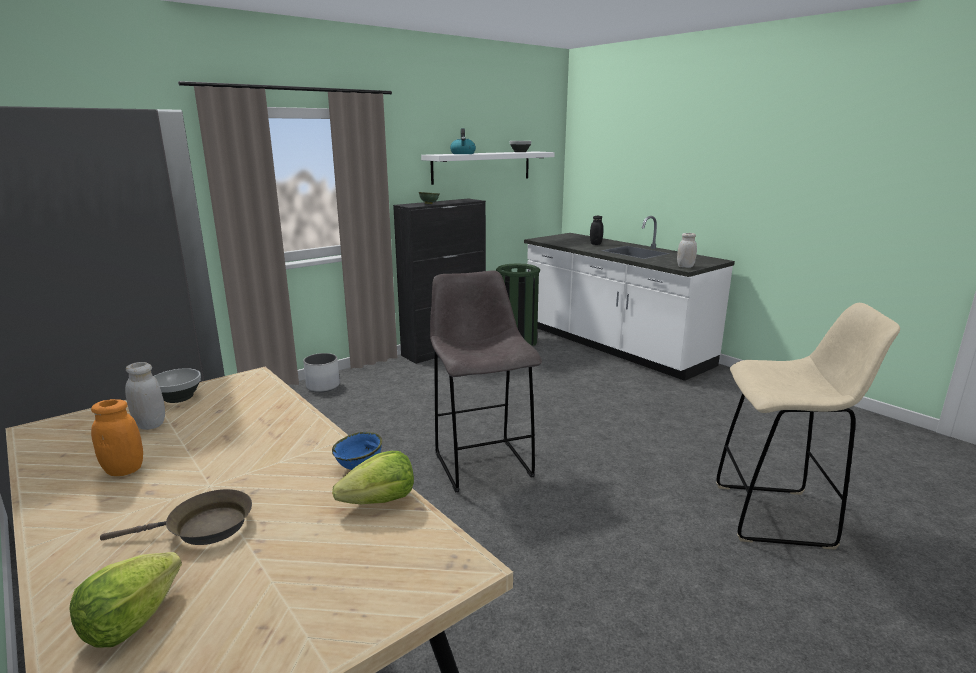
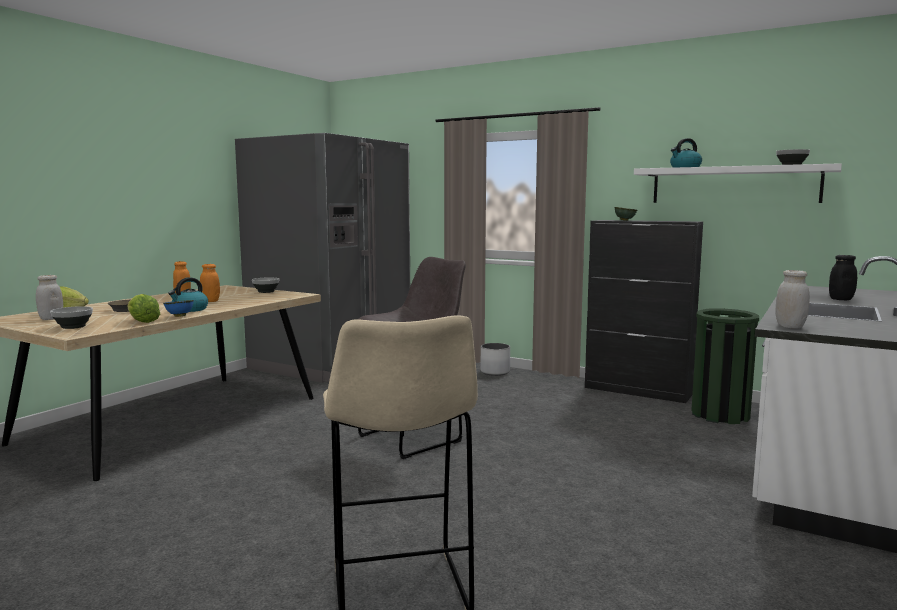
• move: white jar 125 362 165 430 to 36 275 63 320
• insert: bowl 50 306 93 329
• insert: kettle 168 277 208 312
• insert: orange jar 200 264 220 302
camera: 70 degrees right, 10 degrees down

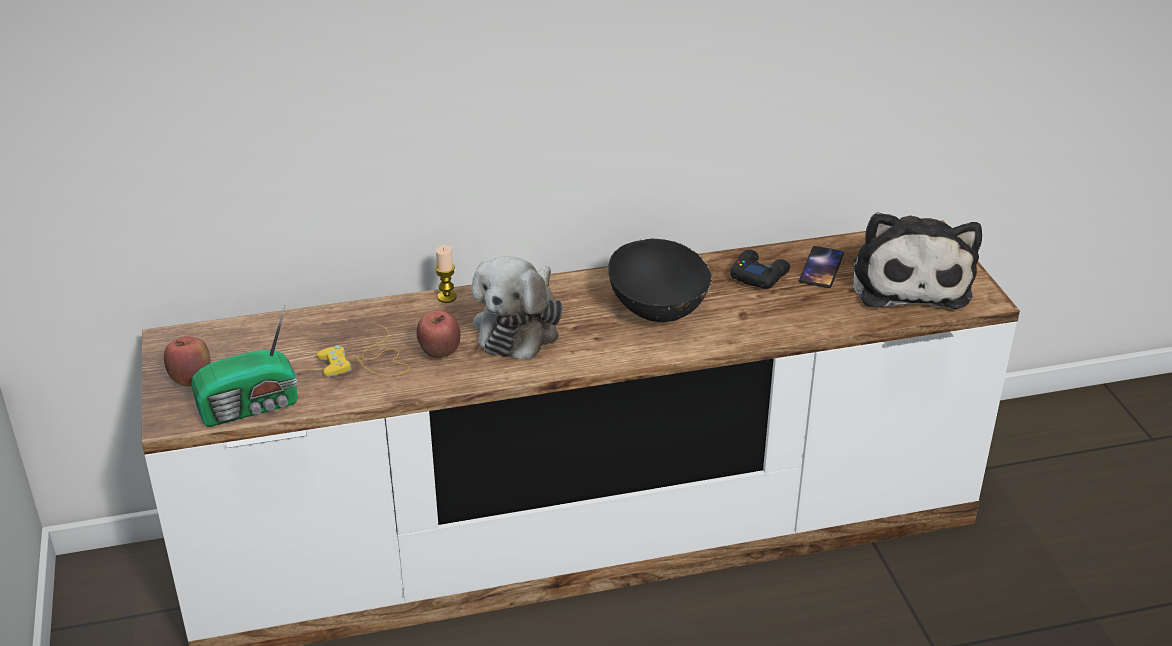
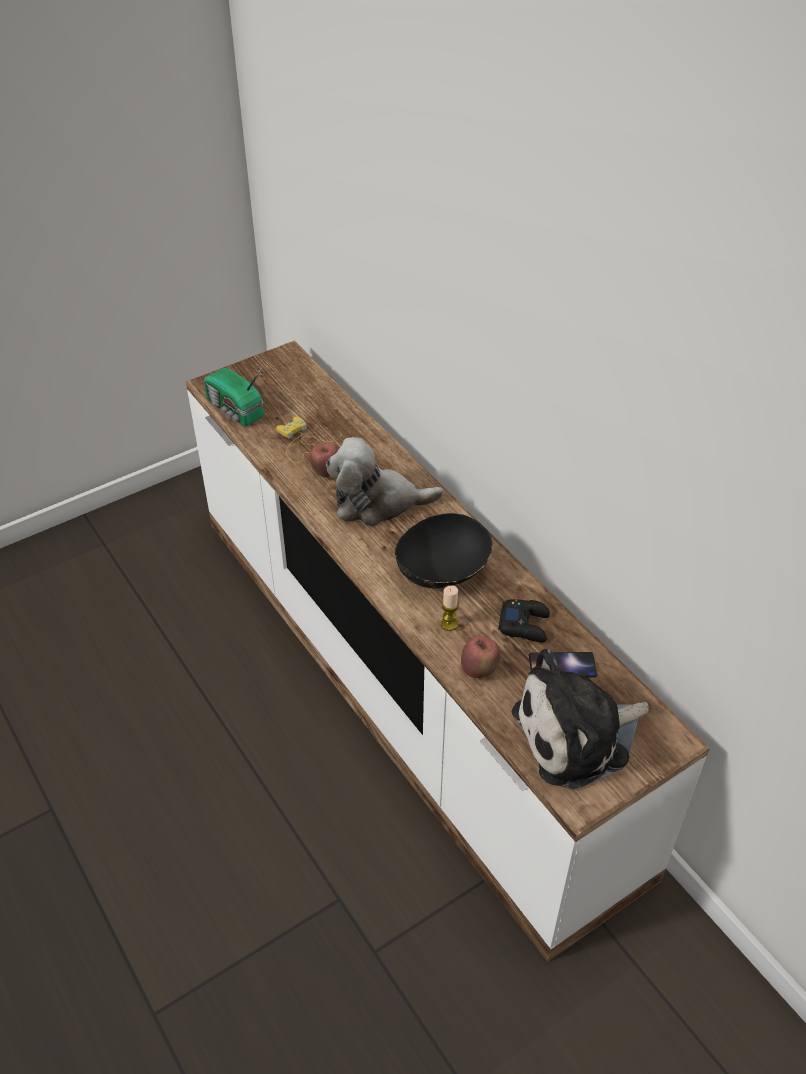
• move: candle 435 245 457 303 to 441 586 459 631
• move: apple 164 336 210 387 to 461 636 500 678
camera: 70 degrees right, 10 degrees up

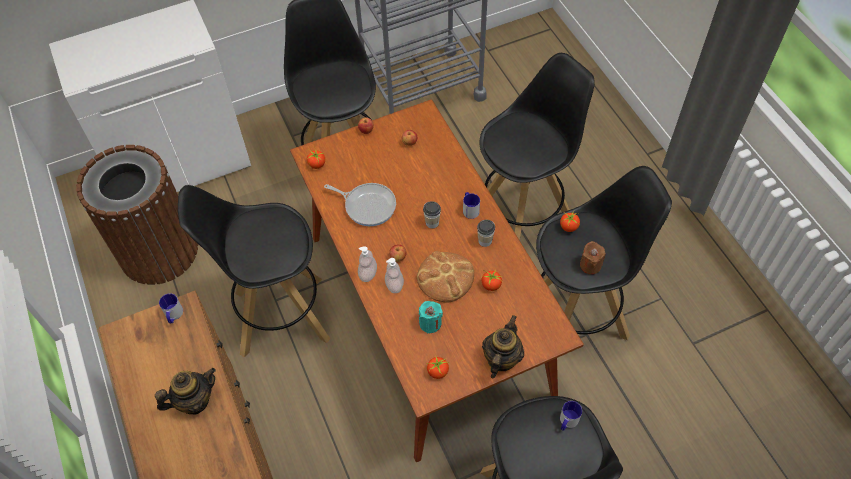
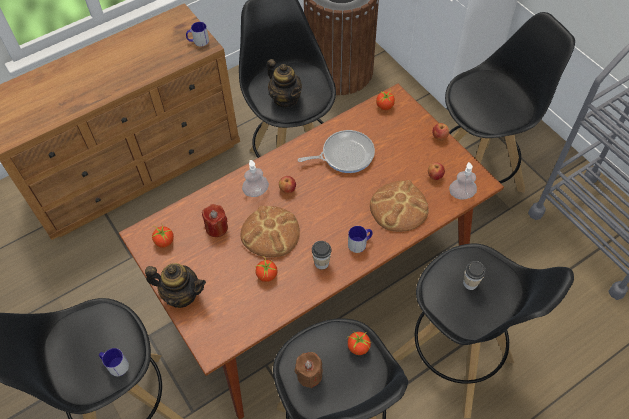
• recolor: turquoise candle 419 301 443 334 to red candle 202 204 228 237
• move: teapot 155 368 216 414 to 267 59 302 108
• rotate: frying pan 324 183 396 226 = 298 130 375 173 120 degrees counterclockwise
• insert: bread 370 180 429 232
• move: soap dispenser 358 246 377 282 to 449 162 477 200
• move: cup 423 201 441 229 to 463 261 486 290
camera: 80 degrees right, 0 degrees up

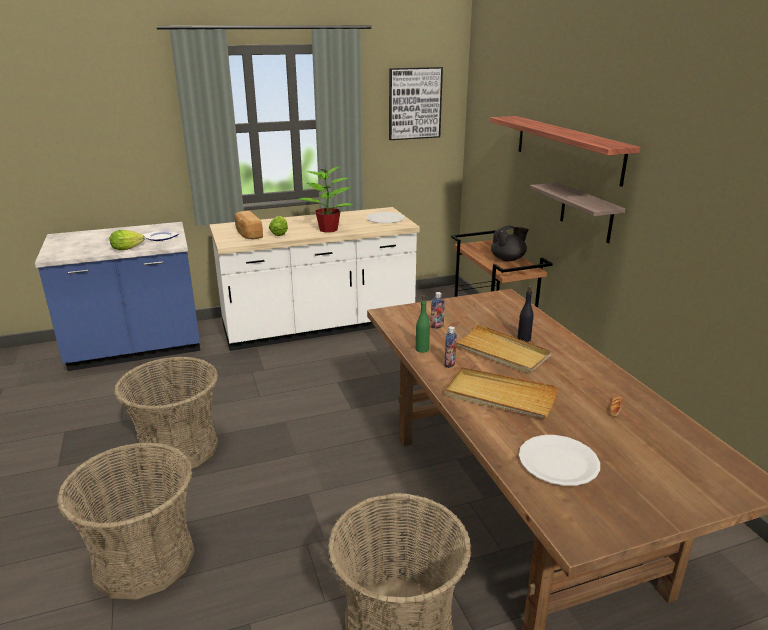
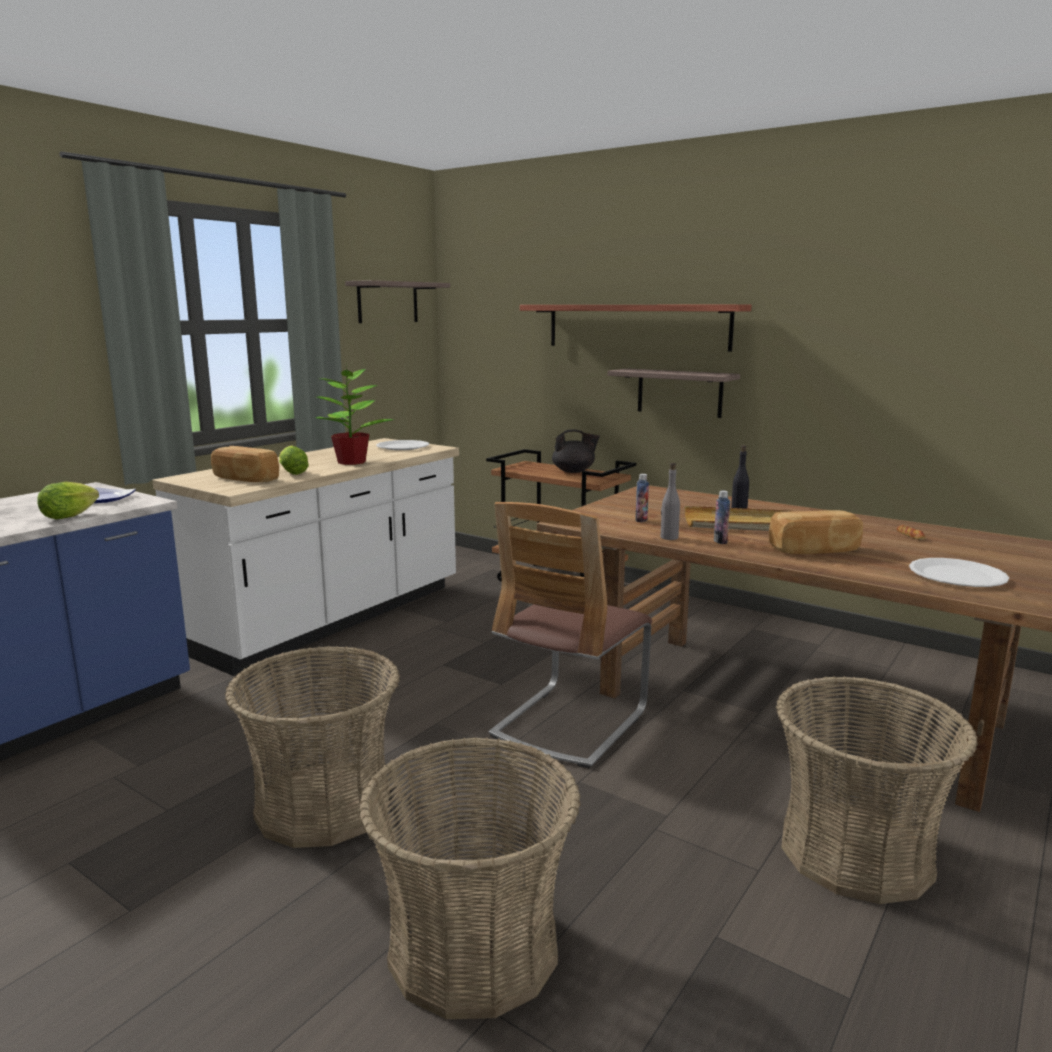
• replace: picture 389 67 443 140 to shelf 345 280 450 323
• insert: chair 489 502 652 768
• rotate: black teapot 491 226 529 261 = 552 429 600 473 60 degrees clockwise
• recolor: green bottle 416 295 430 353 to grey bottle 660 463 680 540
• replace: beige tray 445 367 559 418 to bread 769 510 863 554
camera: 35 degrees left, 10 degrees down

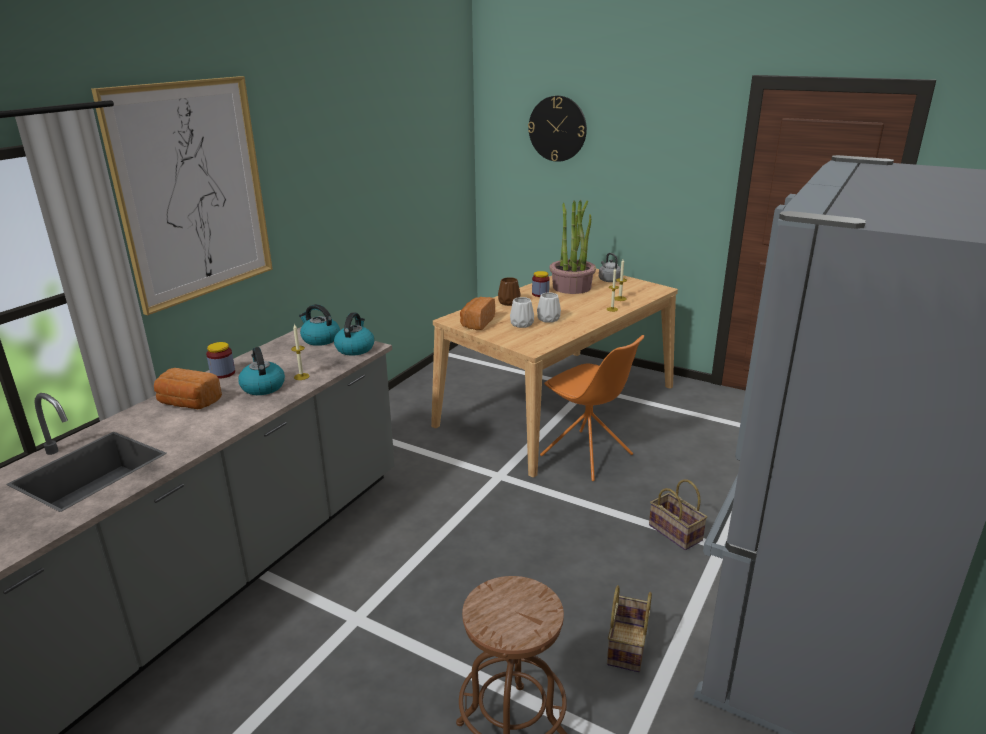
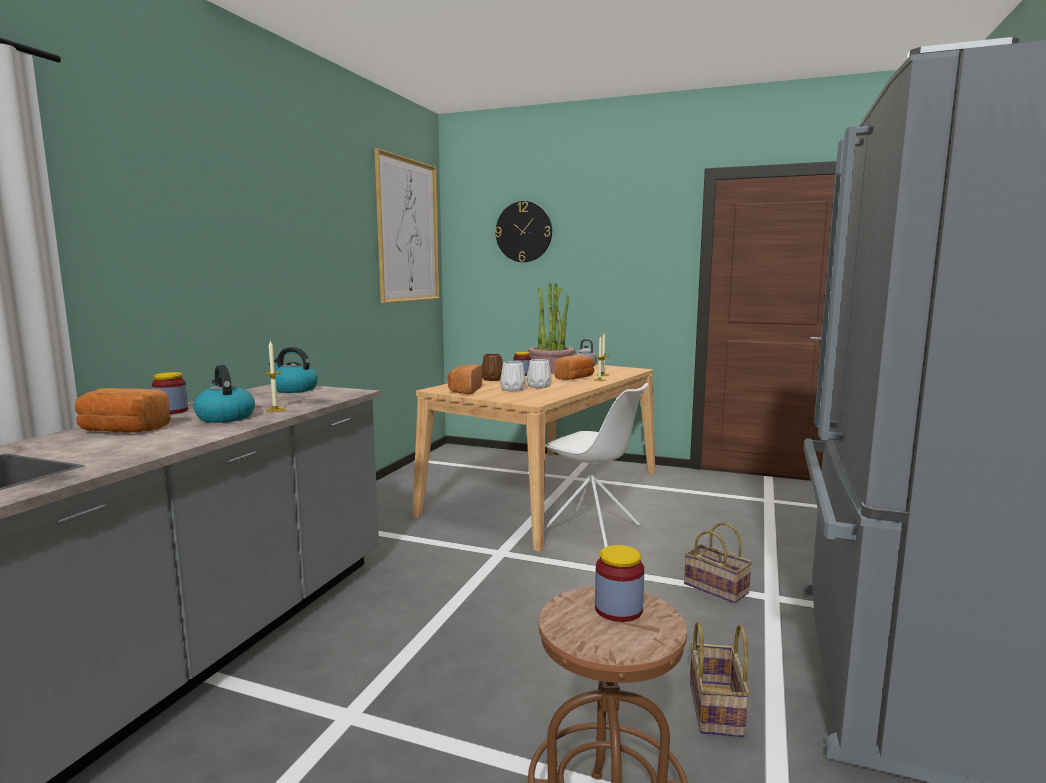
• move: picture 91 76 273 315 to 374 148 439 303
• recolor: orange chair 540 335 644 481 to white chair 544 383 648 547
• insert: bread 554 355 594 380
• insert: jar 595 545 644 622
• delete: kettle 334 312 374 356
camera: 10 degrees left, 15 degrees down

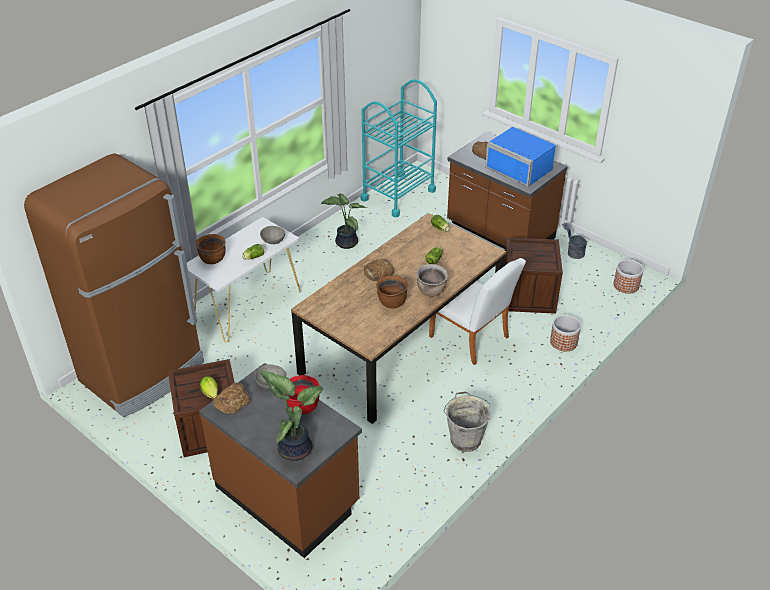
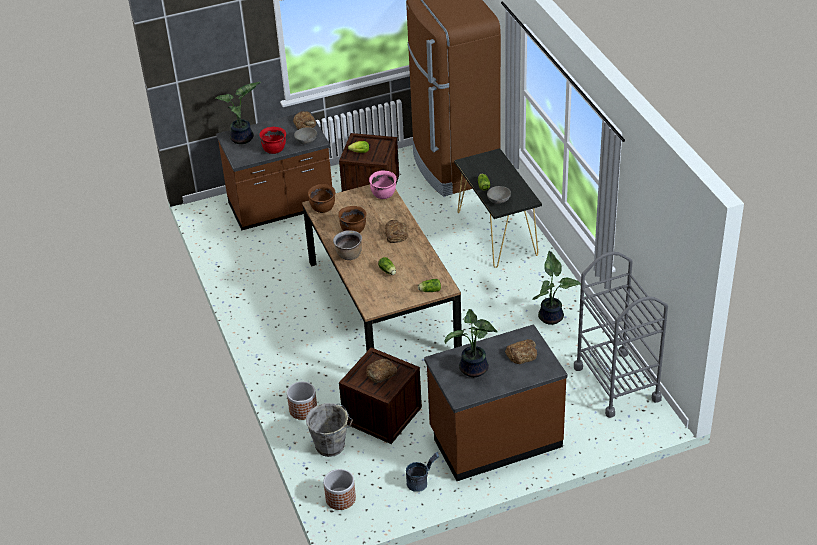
• move: grey bucket 443 391 491 452 to 306 403 353 457
• move: brown cooking pot 196 234 226 264 to 308 184 336 213
• insert: bread 366 359 397 383
• insert: pink cooking pot 369 171 397 199
• replace: blue microwave 485 127 556 187 to potted plant 444 309 497 377
• recolor: white console table 187 217 301 343 to black console table 454 148 542 268
• recolor: turquoise cart 361 79 437 217 to grey cart 574 251 668 418
• delete: white chair 429 258 526 365
camera: 120 degrees right, 0 degrees up

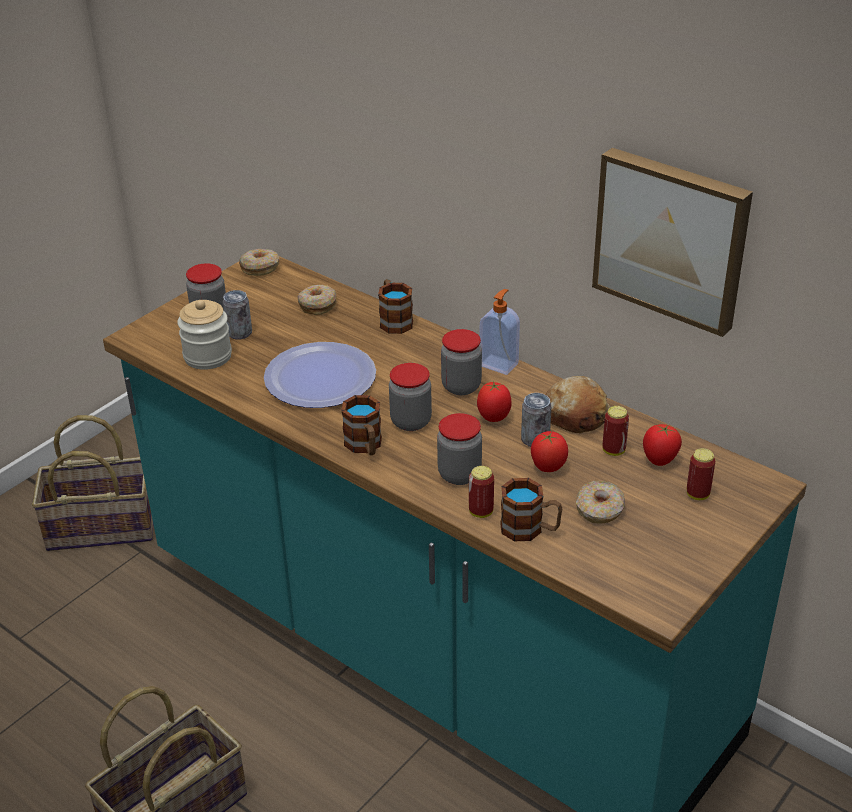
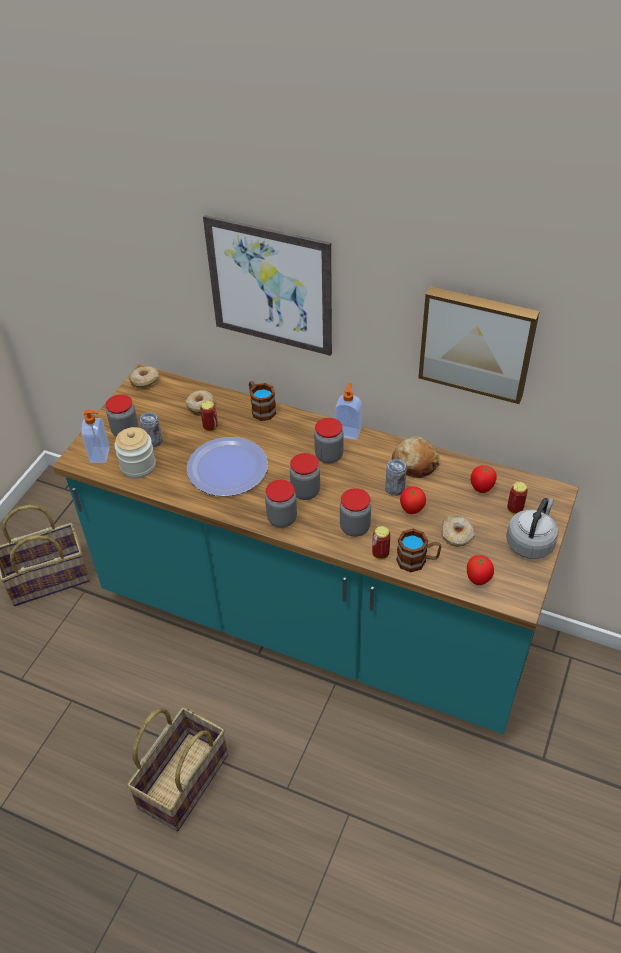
• insert: soap dispenser 82 410 110 463
• move: can 602 406 629 456 to 200 401 218 432
• insert: picture 203 215 332 356
• replace: mug 341 395 382 455 to jar 265 480 297 528
• move: tomato 477 381 512 422 to 467 555 494 585
• insert: grey kettle 506 498 559 559
camera: 15 degrees left, 10 degrees up

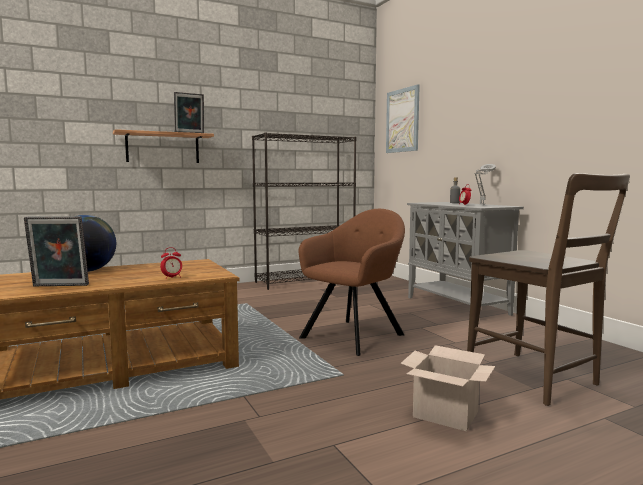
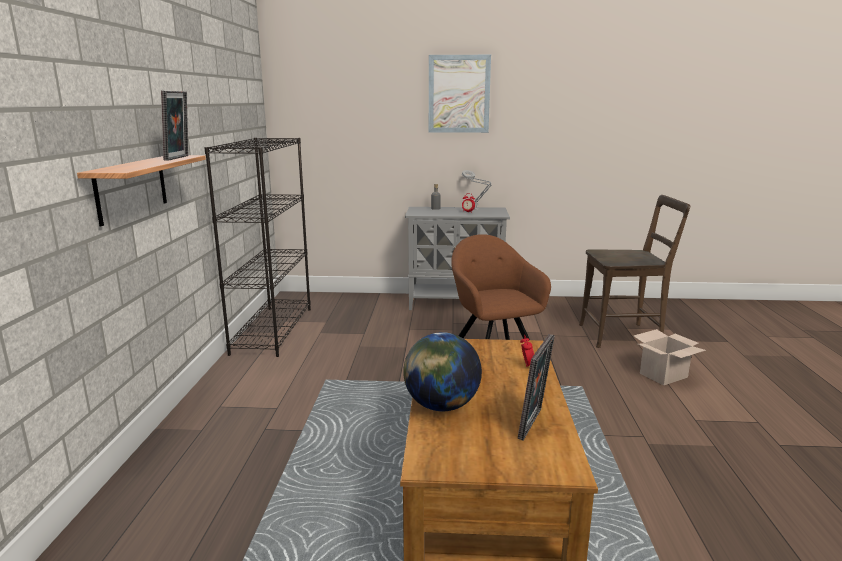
• move: picture 386 84 420 153 to 429 55 491 133
camera: 60 degrees left, 10 degrees up

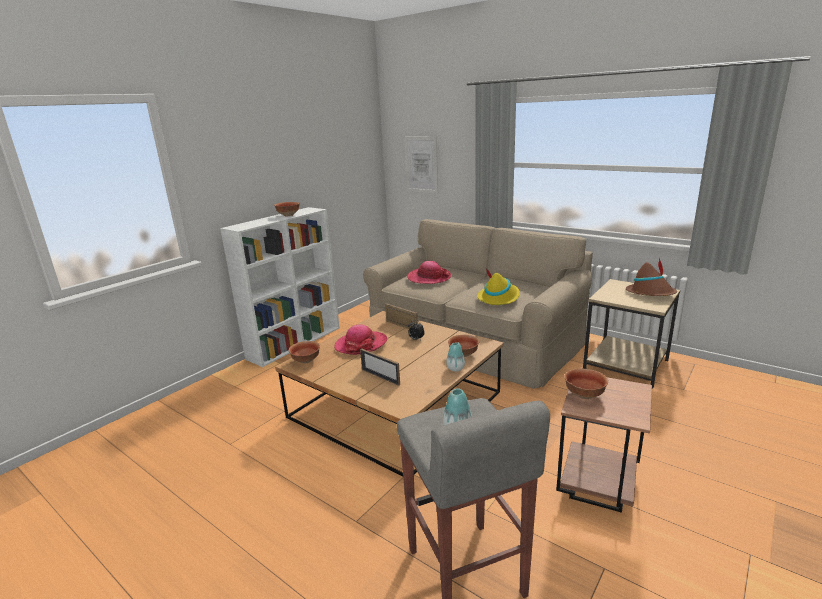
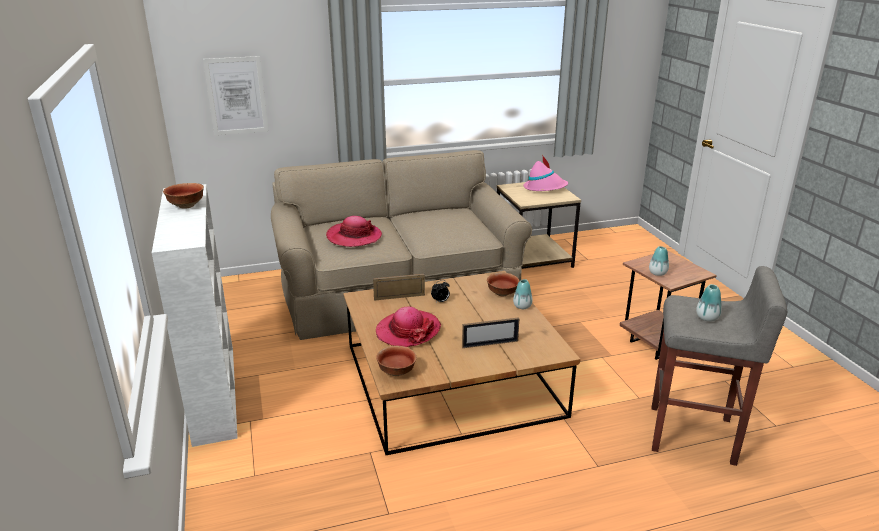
• recolor: brown hat 626 258 677 296 to pink hat 524 155 568 191
• replace: bowl 564 369 608 399 to vase 649 246 669 276
• delete: yellow hat 477 267 520 305
camera: 55 degrees left, 5 degrees up

